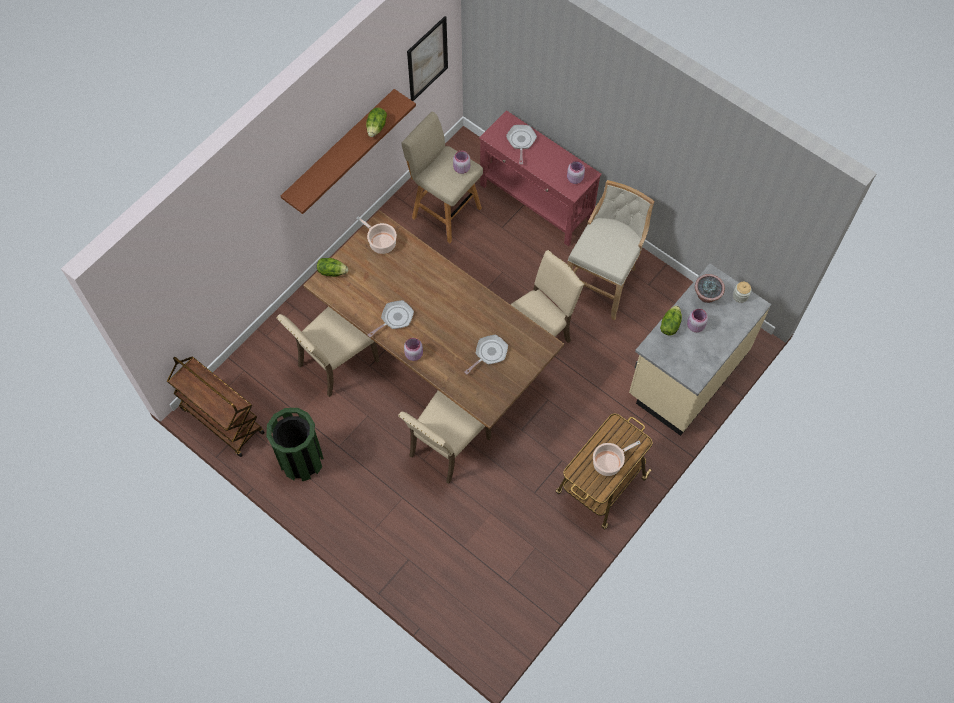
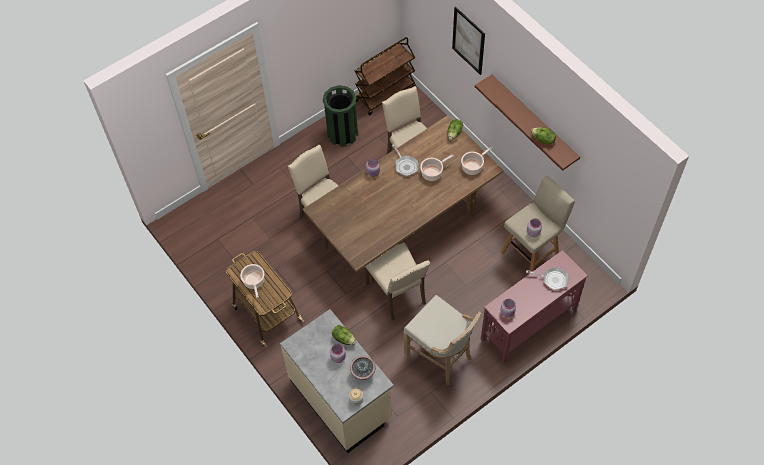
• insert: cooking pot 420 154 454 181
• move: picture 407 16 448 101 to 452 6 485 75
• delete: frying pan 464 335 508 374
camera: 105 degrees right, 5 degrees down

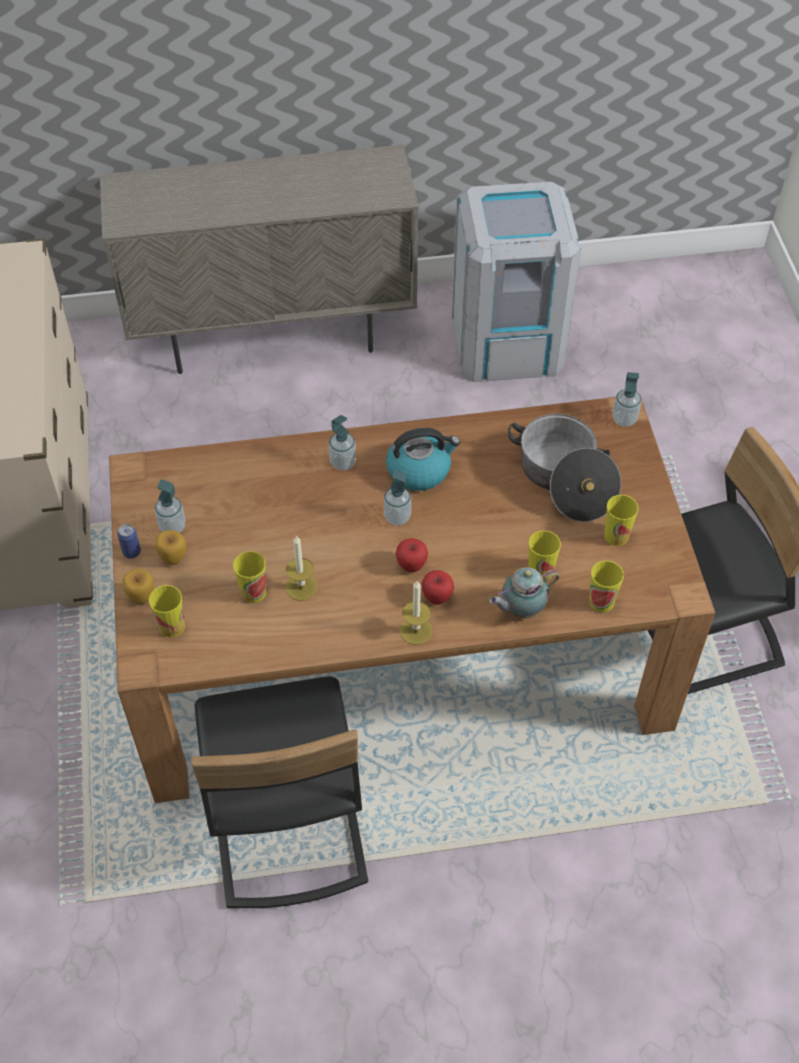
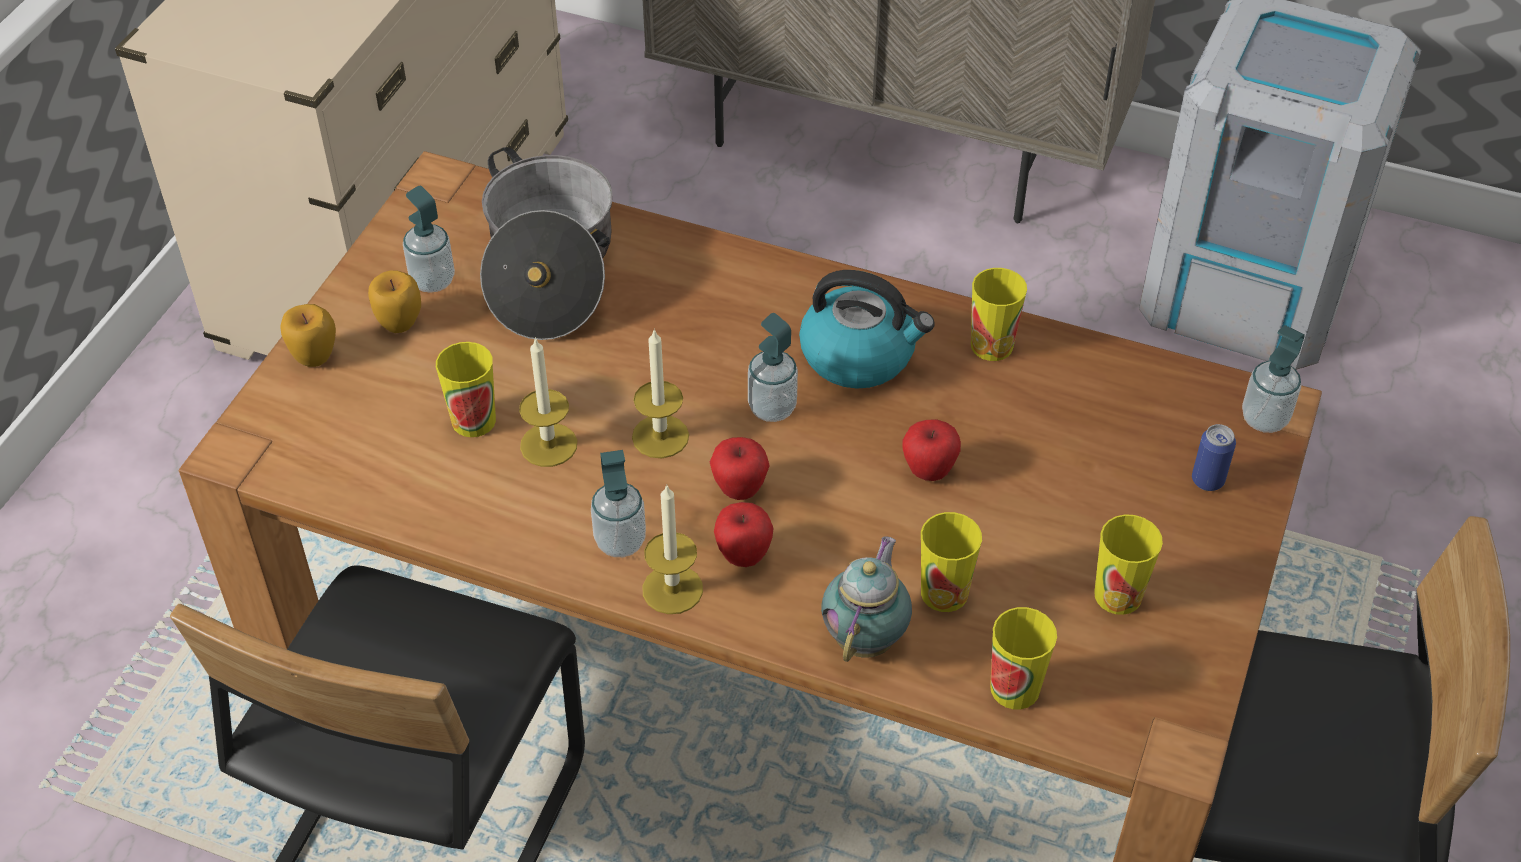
• move: cooking pot 508 414 621 522 to 480 147 613 340
• move: soap dispenser 329 415 356 471 to 591 450 646 557
• insert: candle 632 328 689 458
• rotate: teapot 489 567 560 619 = 821 536 912 662 105 degrees clockwise
• insert: apple 902 419 961 481
• move: cup 149 585 185 637 to 971 268 1027 361
• move: can 117 524 141 559 to 1192 424 1236 491
camera: 30 degrees right, 5 degrees down

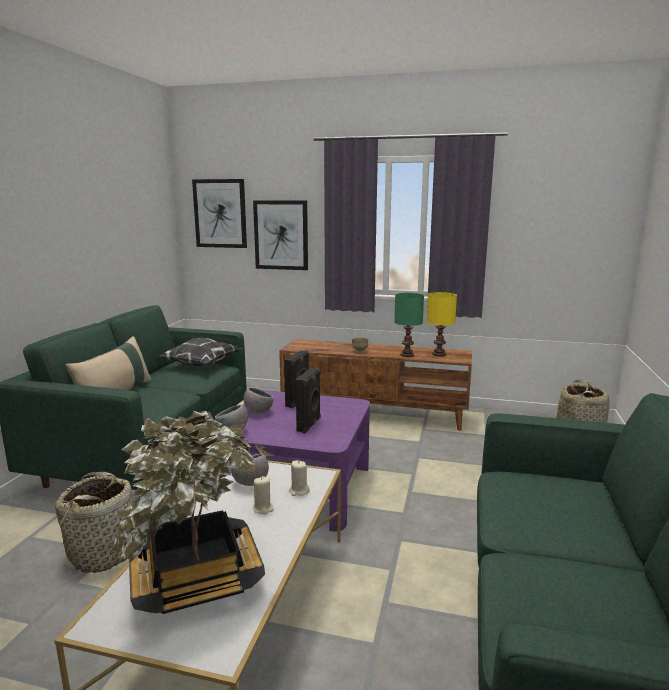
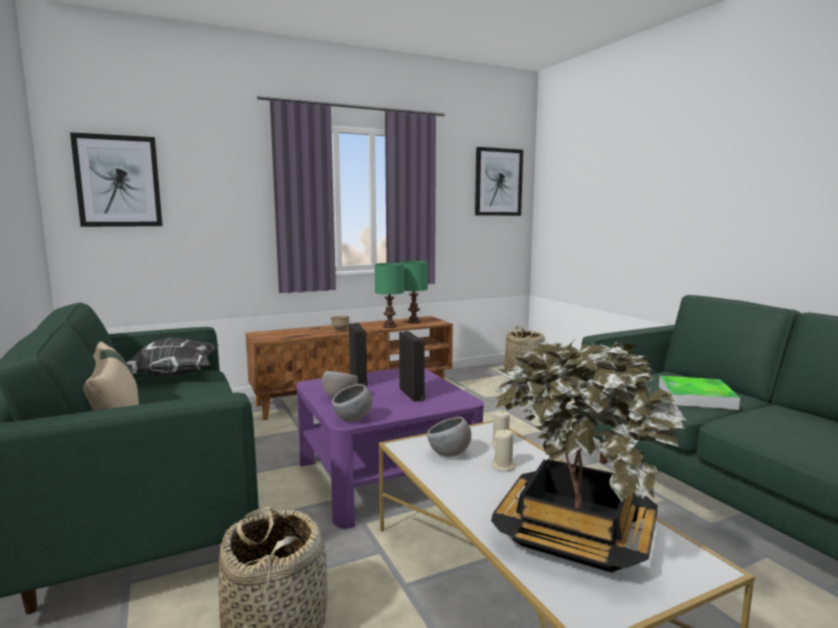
• recolor: yellow table lamp 427 292 457 356 to green table lamp 400 261 428 323
• move: picture 253 201 308 270 to 475 147 523 216
• insert: tray 659 376 740 410
camera: 40 degrees left, 5 degrees down

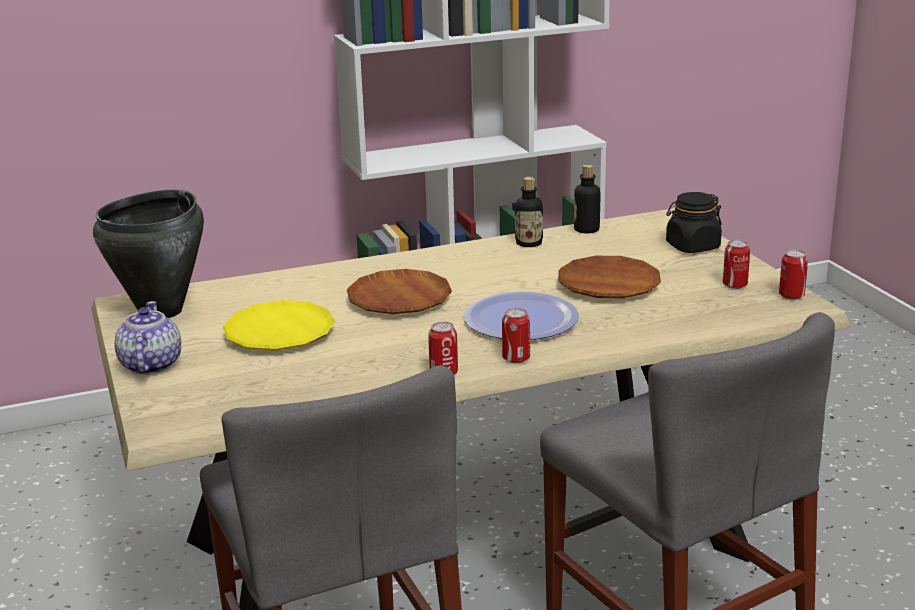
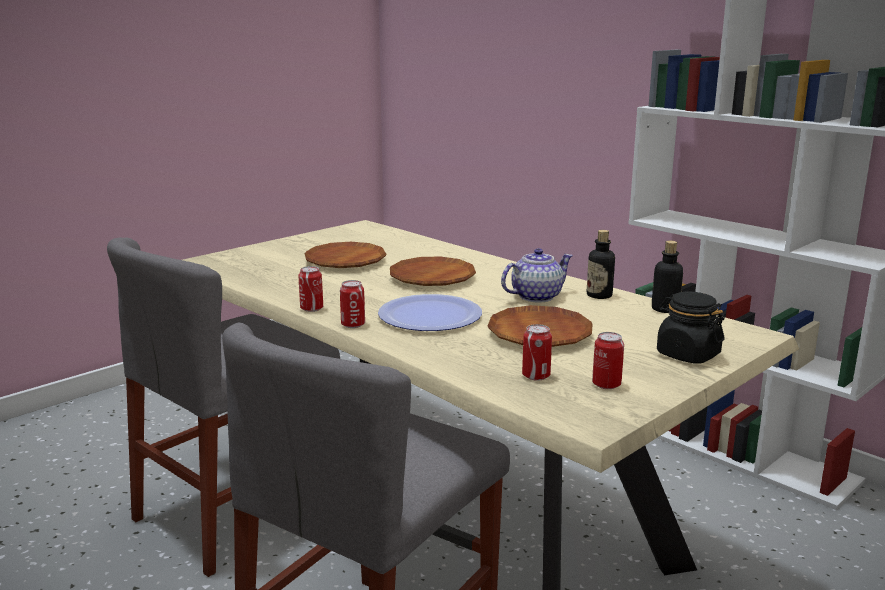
• recolor: yellow plate 222 300 335 351 to brown plate 305 242 387 268
• move: teapot 114 301 181 375 to 501 248 573 302
• move: can 779 249 808 300 to 522 324 552 381
• delete: black cooking pot 93 190 204 318
camera: 65 degrees right, 5 degrees down

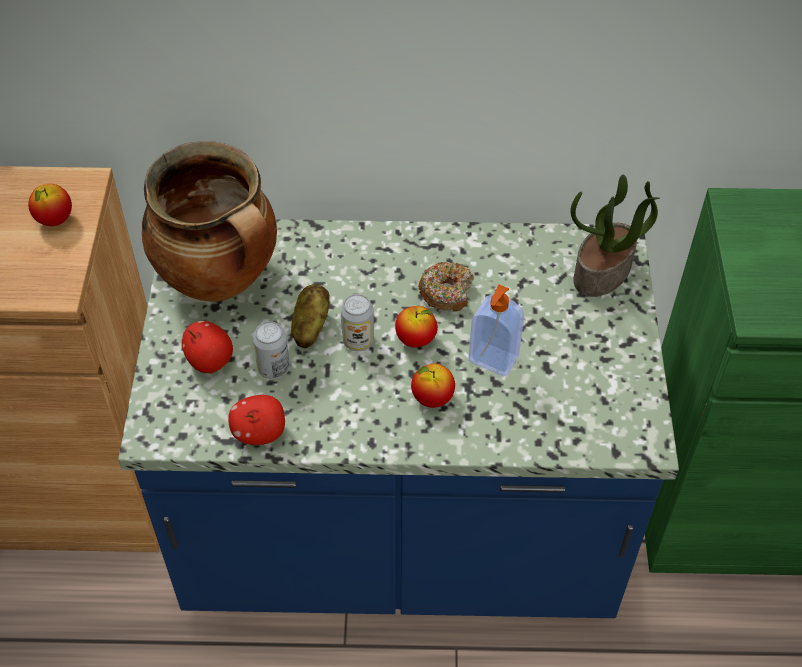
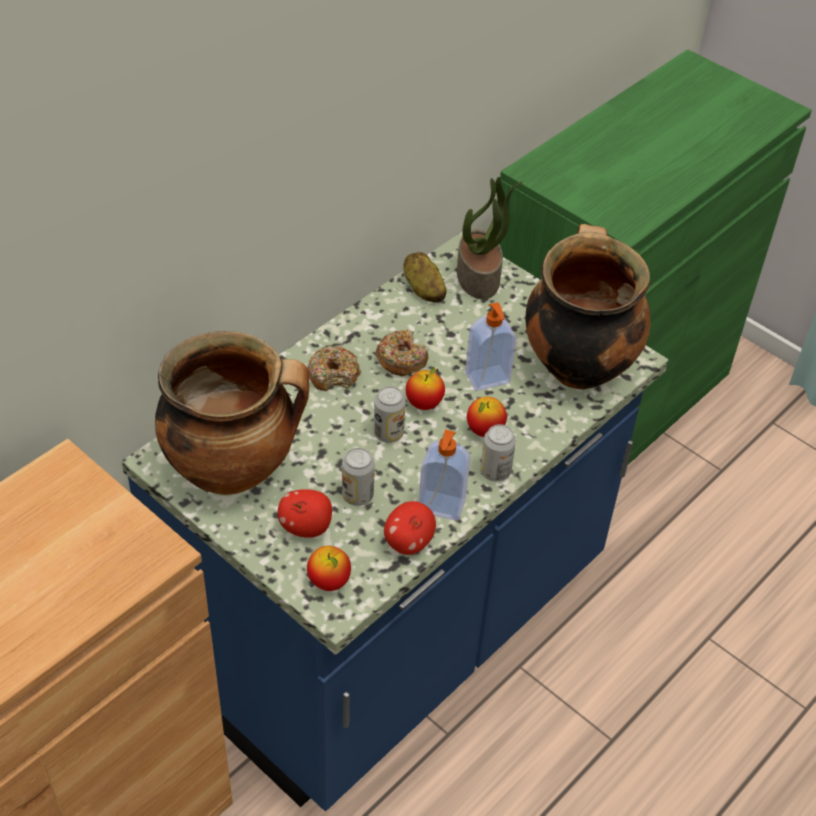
• move: apple 28 184 72 226 to 307 546 351 591
• insert: donut 308 346 360 391
• move: potato 291 284 329 348 to 403 252 447 302
• insert: soap dispenser 418 430 471 521
• insert: can 480 424 516 482
• insert: cooking pot 525 224 650 390
camera: 50 degrees left, 5 degrees down

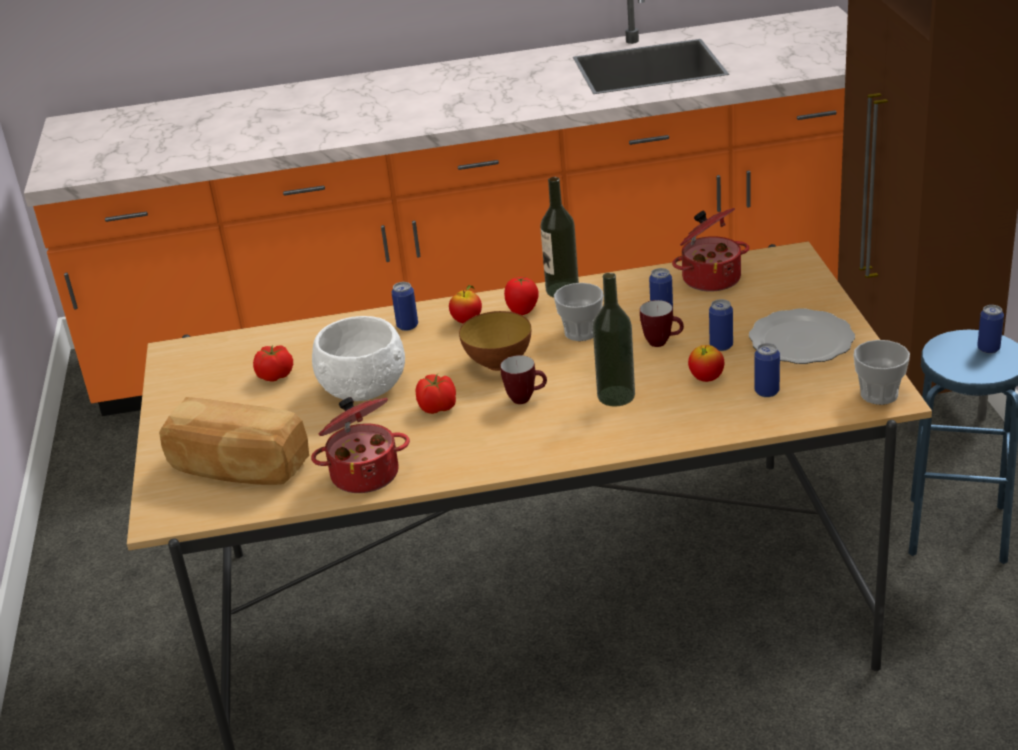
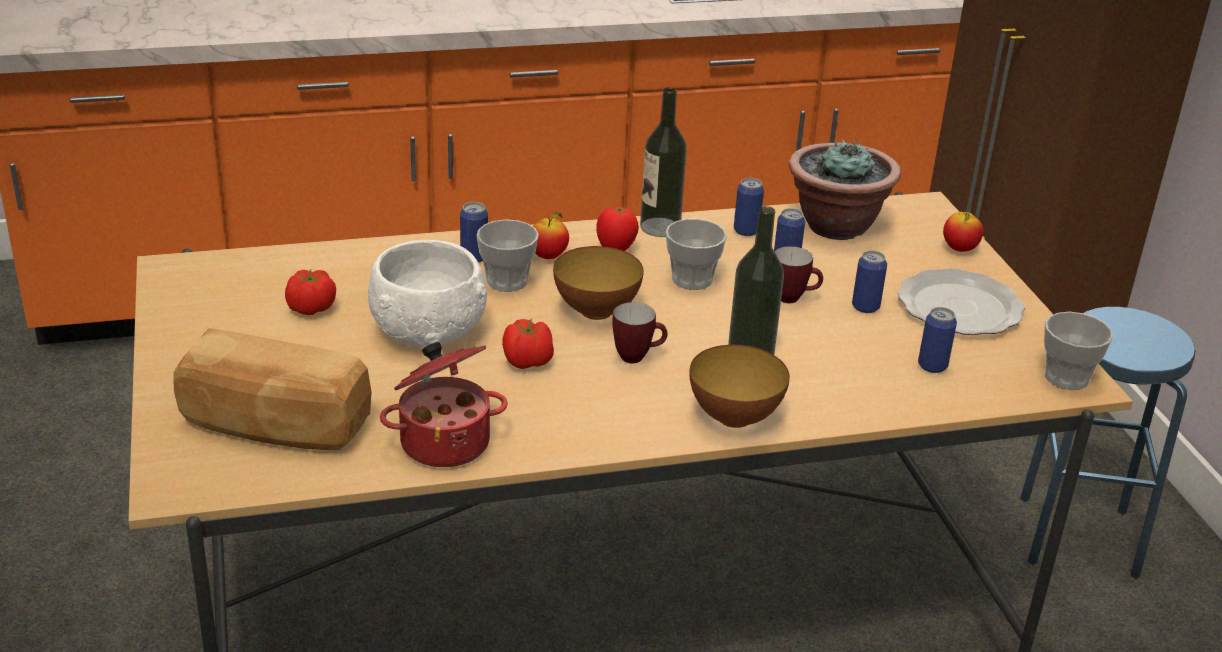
• insert: cup 476 219 539 292
• insert: bowl 690 345 790 428
• move: can 977 305 1004 354 to 734 178 764 236
• replace: cooking pot 672 208 749 292 to potted plant 789 139 901 240
• move: apple 688 345 724 382 to 943 212 983 252
camera: 10 degrees left, 0 degrees up

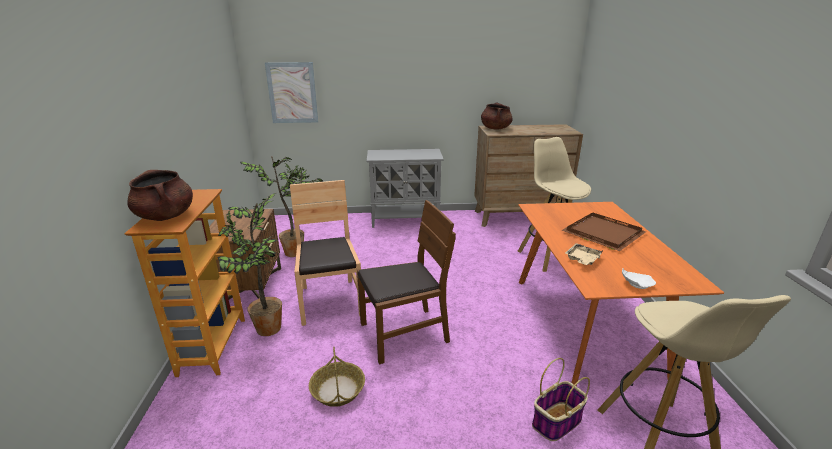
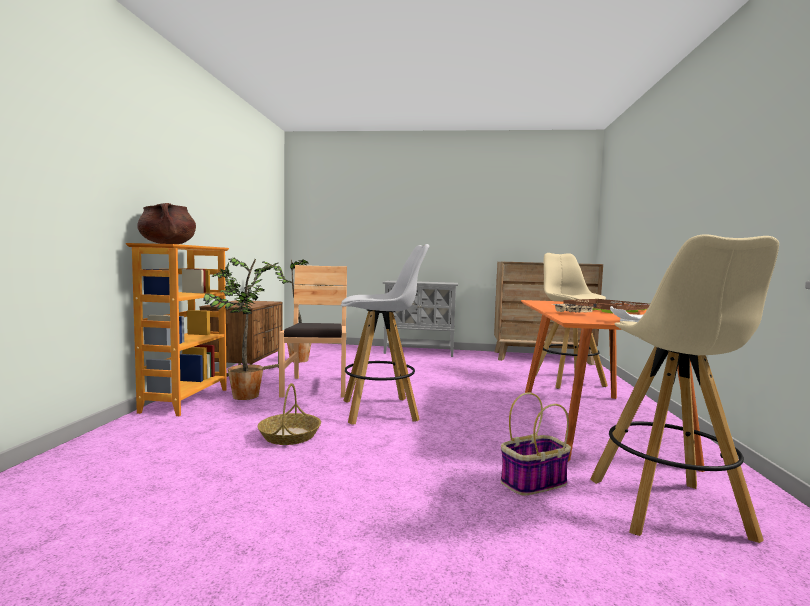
• replace: brown chair 357 200 456 364 to white stool 341 244 429 425
• delete: picture 265 62 318 123
• delete: brown cooking pot 481 103 513 129
camera: 10 degrees right, 20 degrees down

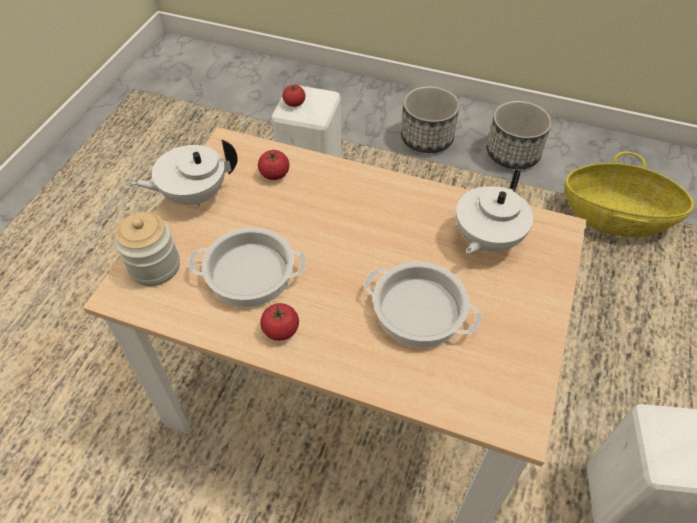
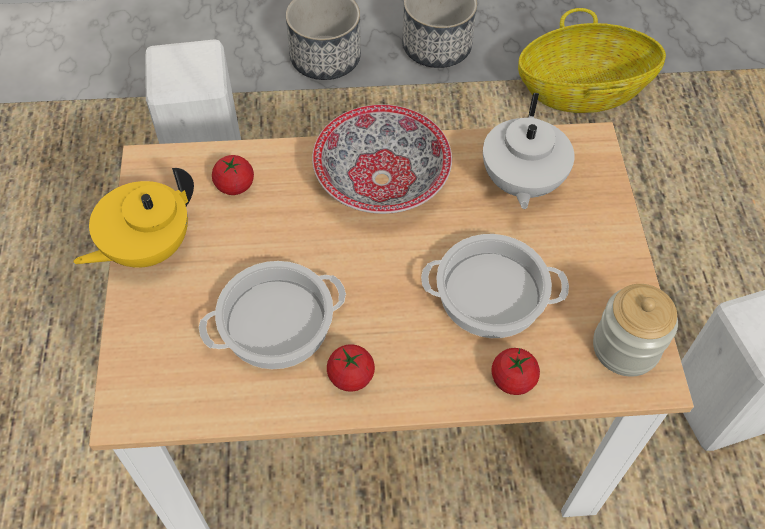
• recolor: white teapot 131 139 238 207 to yellow teapot 73 168 194 268
• insert: bowl 312 105 452 214
• move: tomato 282 85 306 107 to 491 348 540 395
• move: jar 115 212 180 286 to 593 284 678 377
camera: 25 degrees left, 5 degrees up

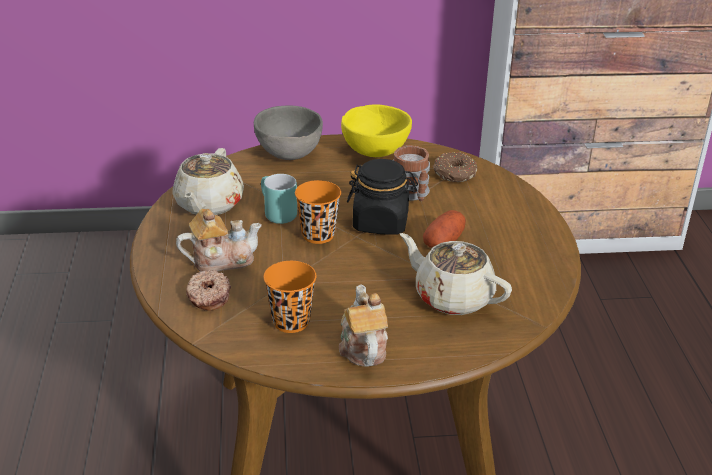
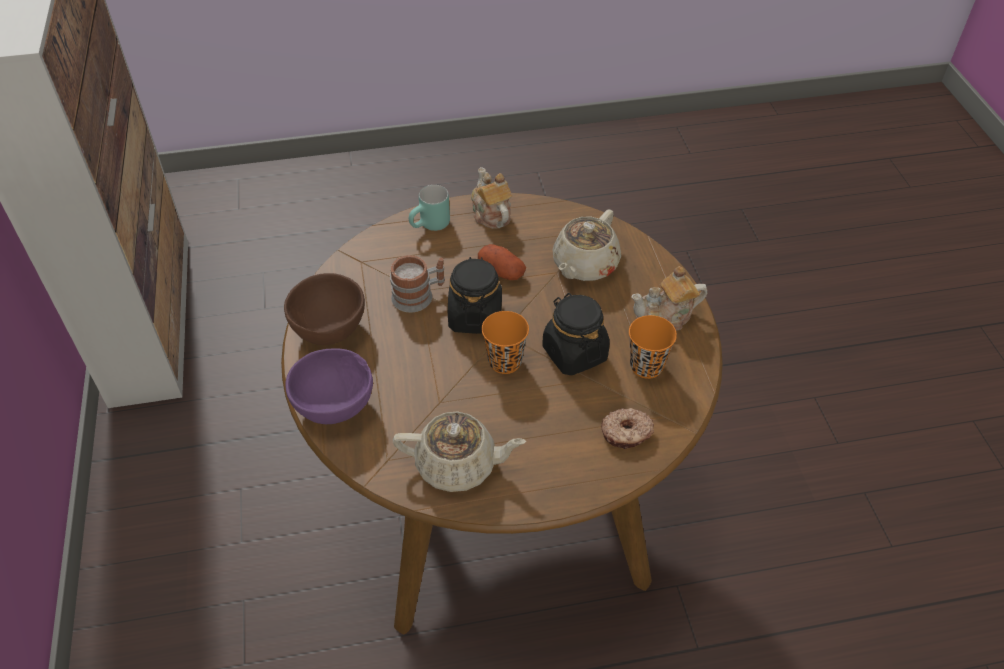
• recolor: yellow bowl 341 104 412 157 to brown bowl 284 273 365 345
• recolor: grey bowl 254 105 323 160 to purple bowl 285 348 373 424
• move: turquoise mug 261 174 297 224 to 409 185 450 231
• move: teapot 176 209 262 272 to 471 167 512 229
• insert: black jar 542 293 610 376
• delete: donut 433 152 478 182
camera: 95 degrees left, 15 degrees up

